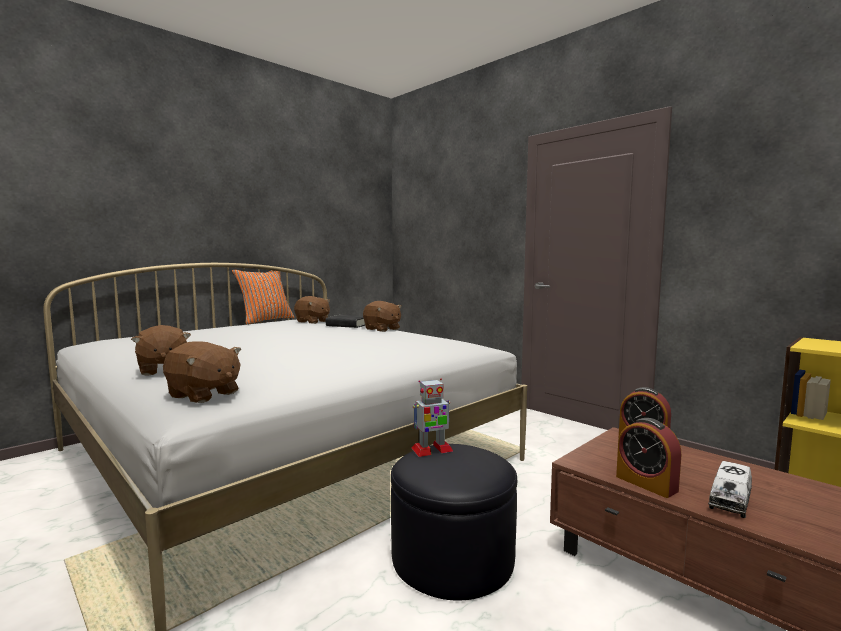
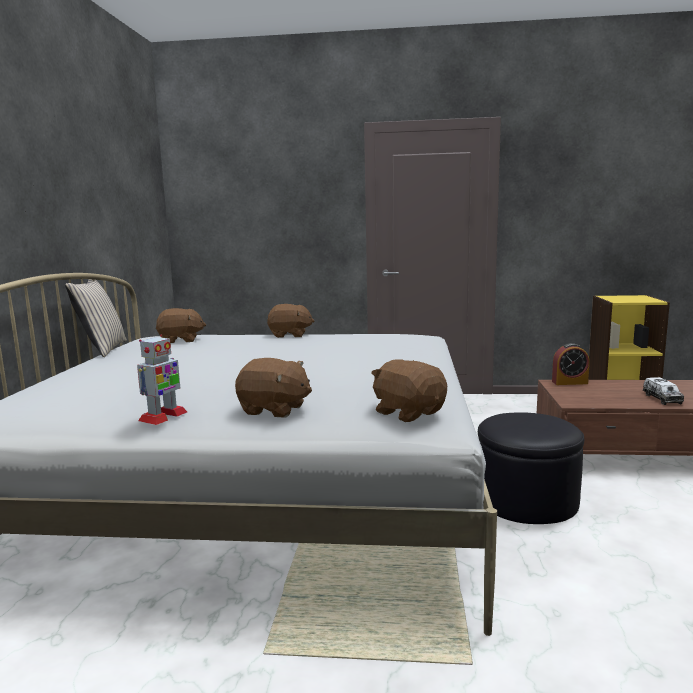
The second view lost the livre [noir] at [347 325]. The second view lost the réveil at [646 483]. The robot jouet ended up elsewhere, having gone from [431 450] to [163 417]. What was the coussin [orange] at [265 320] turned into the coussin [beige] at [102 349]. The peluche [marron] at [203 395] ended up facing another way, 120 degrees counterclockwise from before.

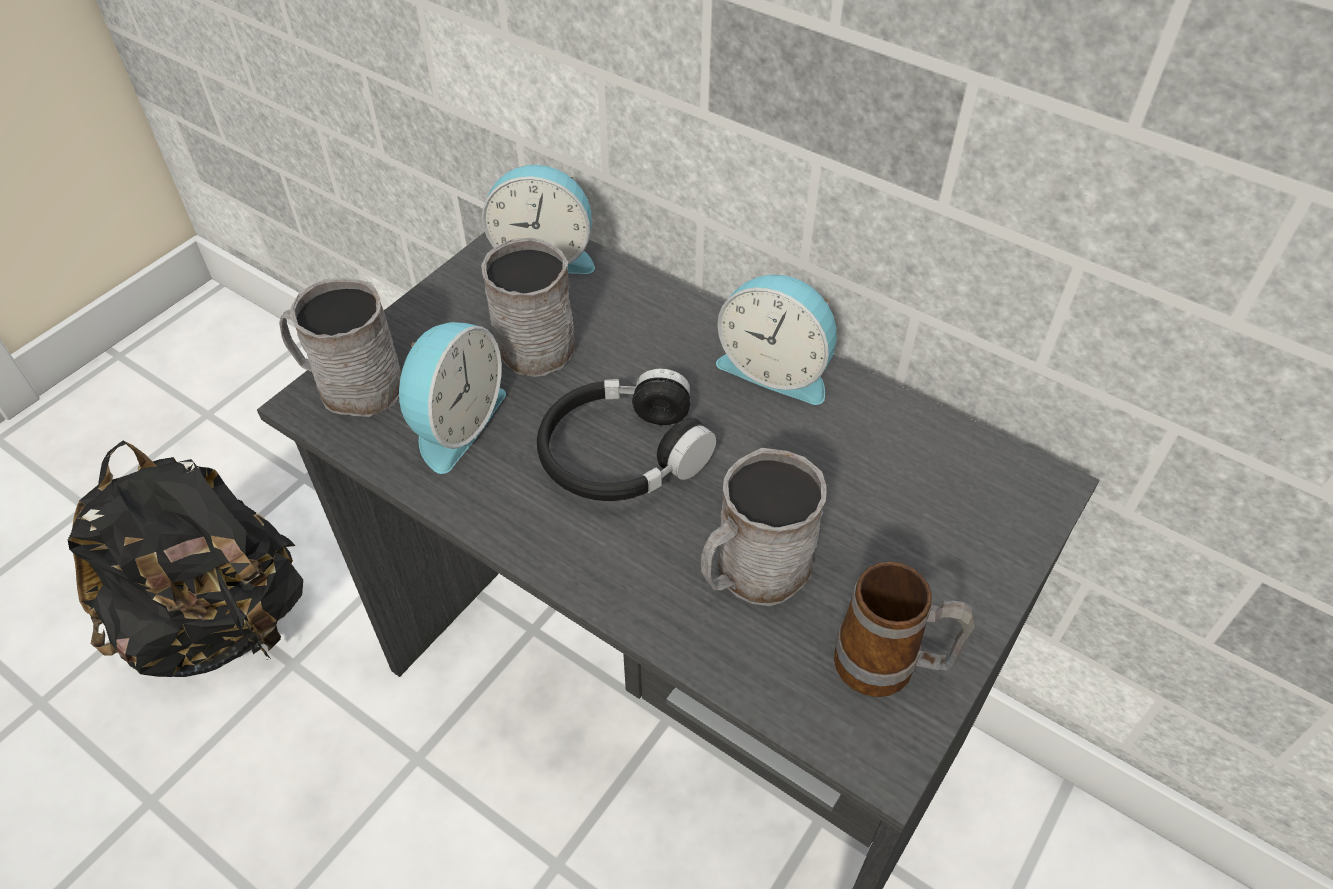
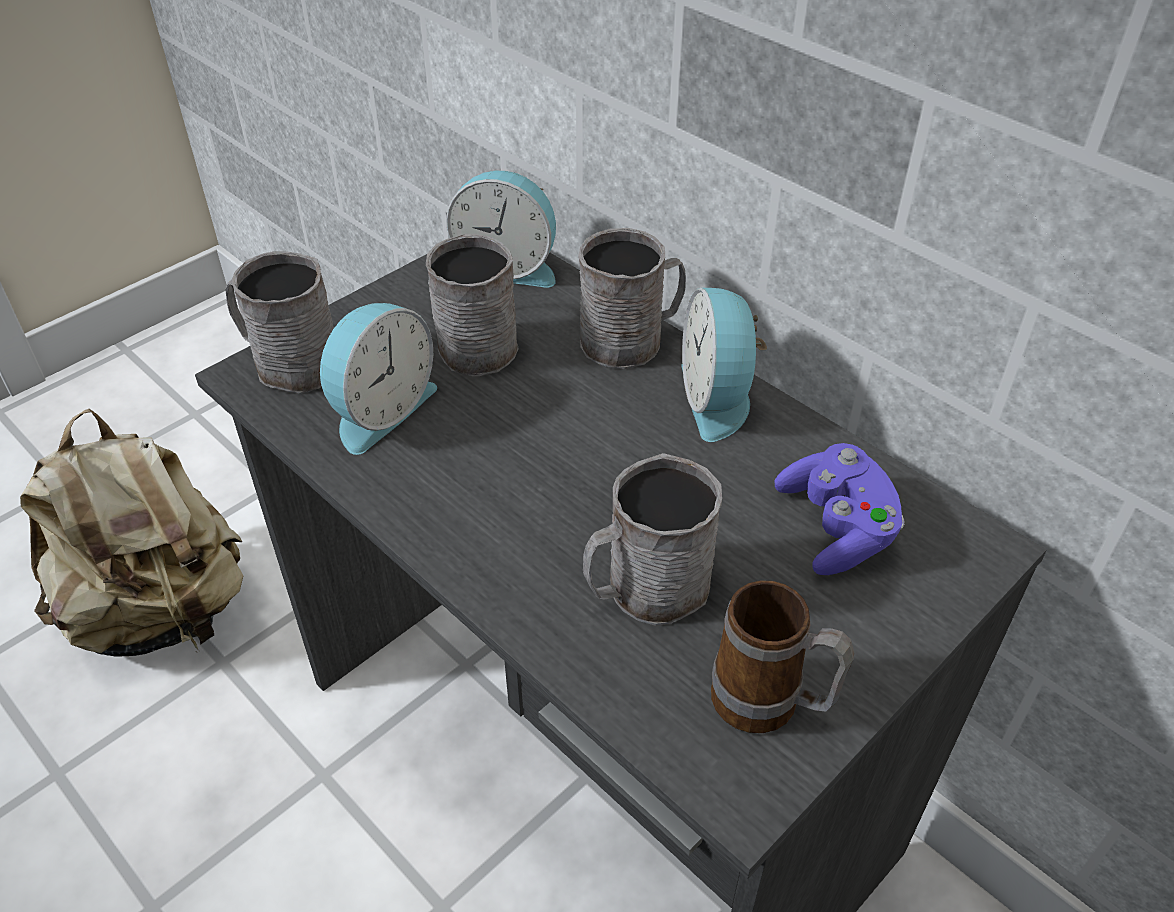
The second view lost the casque audio [noir] at [623 454]. The second view gained the mug [gris] at [631 339]. The second view gained the manette [violet] at [836 528]. What was the sac à dos [noir] at [219 623] turned into the sac à dos [beige] at [161 612]. The réveil at [776 369] ended up facing another way, 45 degrees clockwise from before.

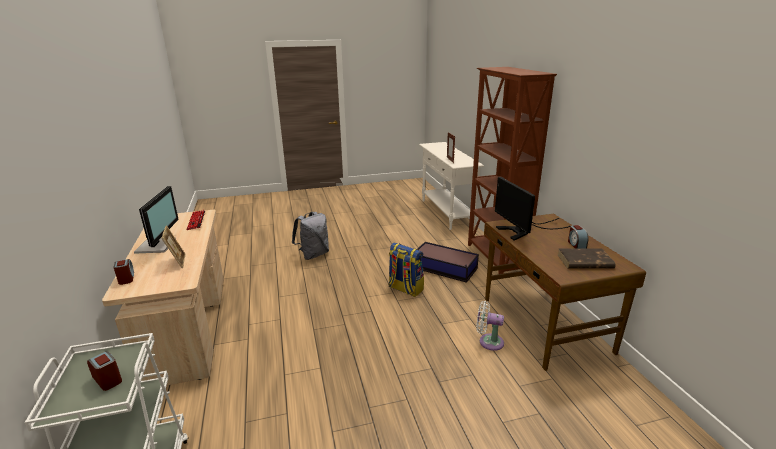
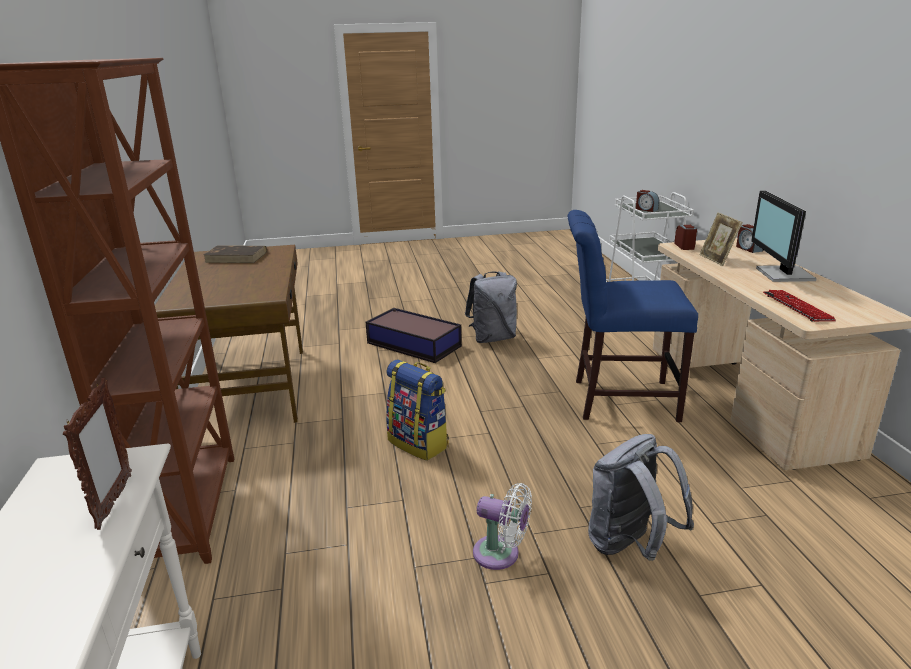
The second view lost the écran d'ordinateur at [522 231]. The second view gained the sac à dos [gris] at [492 338]. The second view gained the chaise [bleu] at [618 399]. The boîte de rangement ended up elsewhere, having gone from [445 268] to [413 344]. The ventilateur [blanc] ended up elsewhere, having gone from [488 341] to [501 554]. The réveil ended up elsewhere, having gone from [576 244] to [684 246].

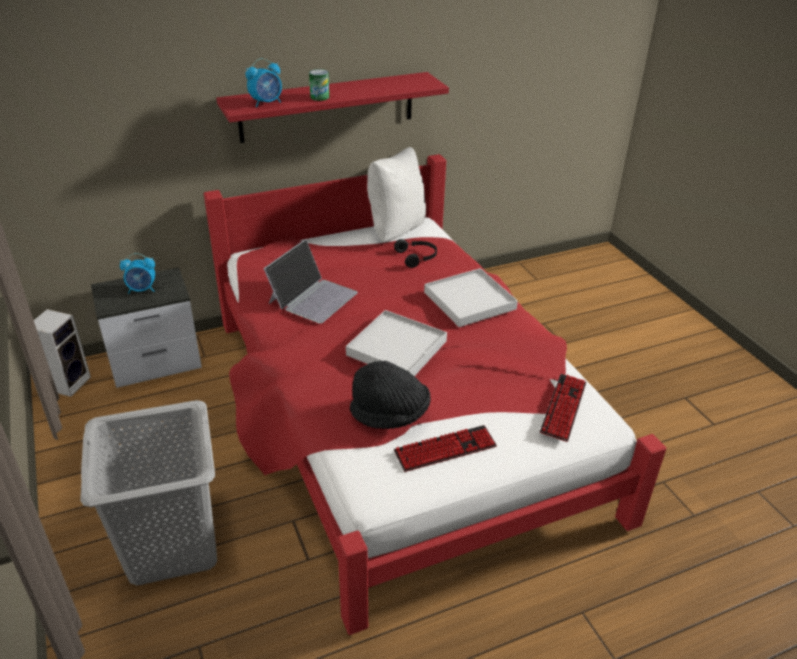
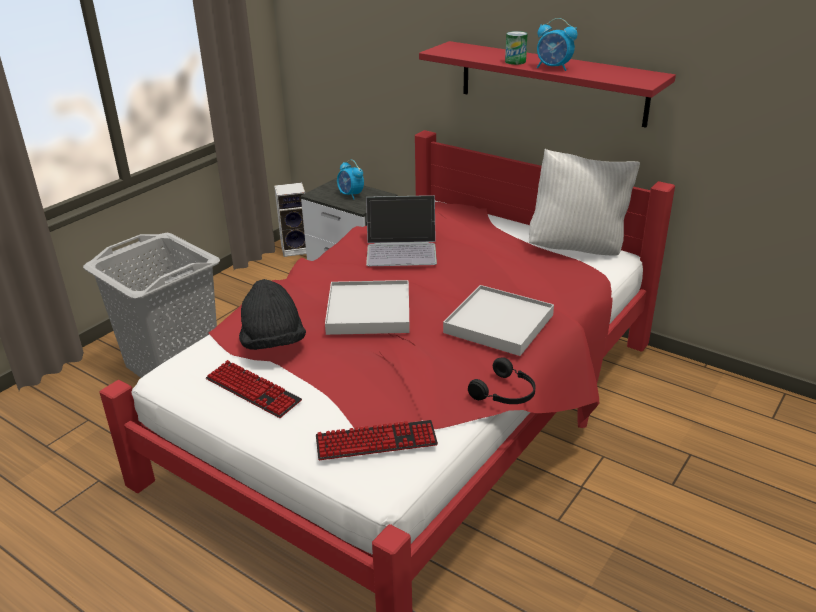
The réveil ended up elsewhere, having gone from [266 103] to [553 68]. The casque audio [noir] ended up elsewhere, having gone from [417 257] to [505 393].

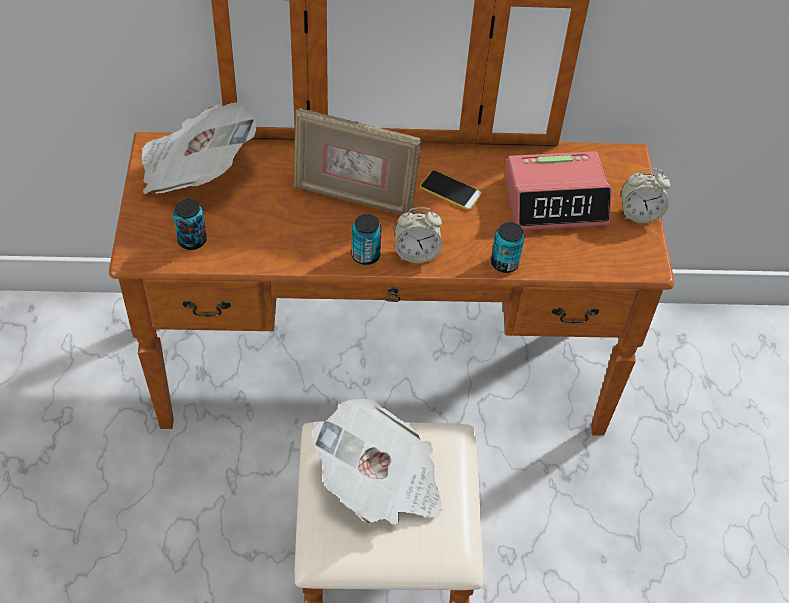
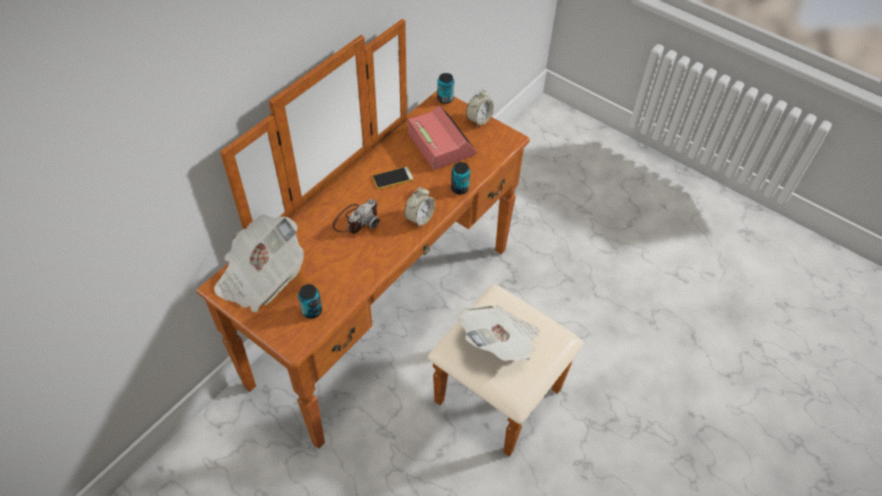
The boîte métallique ended up elsewhere, having gone from [365 255] to [445 99]. Where the cadre photo stood at [354 198], the appareil photo came to stand at [356 220]. The réveil at [556 201] ended up facing another way, 60 degrees counterclockwise from before.

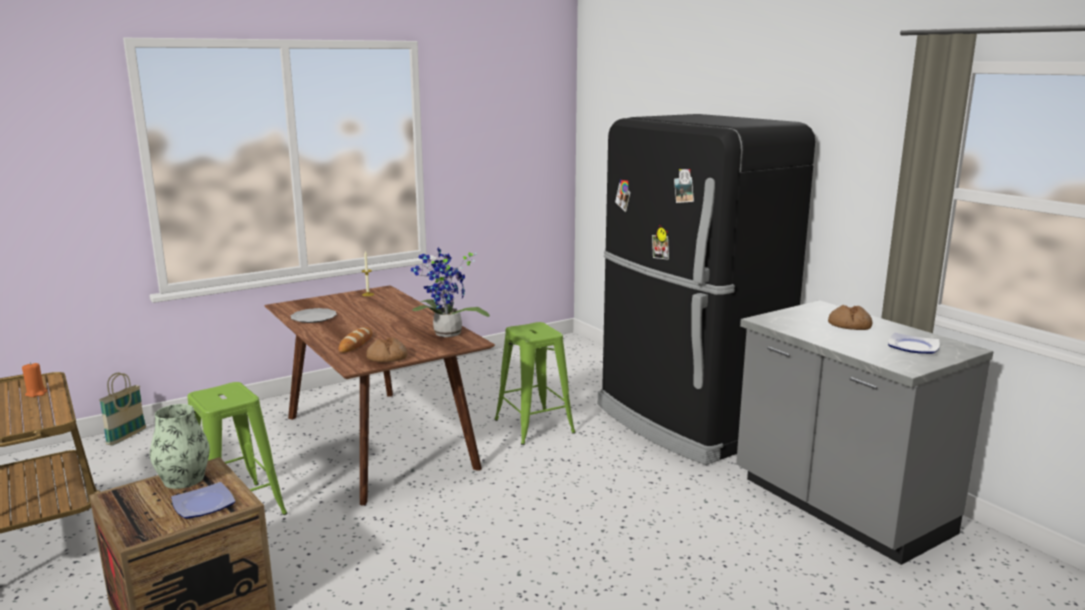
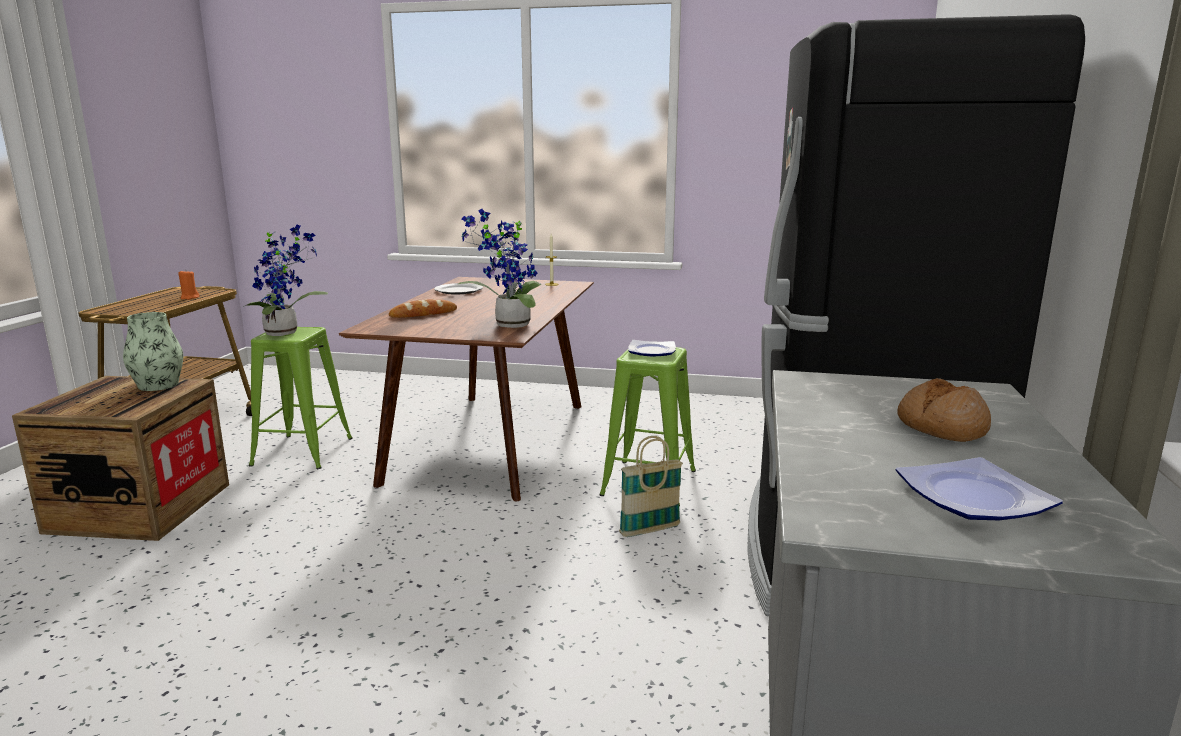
The second view lost the pain at [387 358]. The second view gained the plante en pot at [286 332]. The panier ended up elsewhere, having gone from [126 437] to [650 530]. The assiette ended up elsewhere, having gone from [204 504] to [652 351].

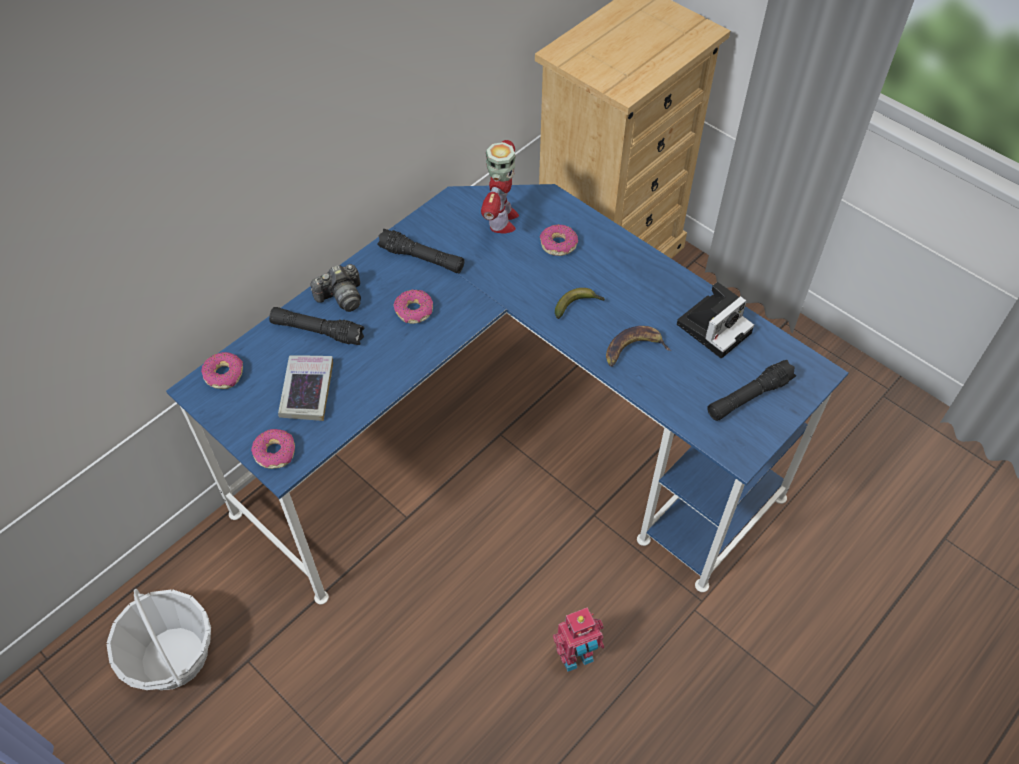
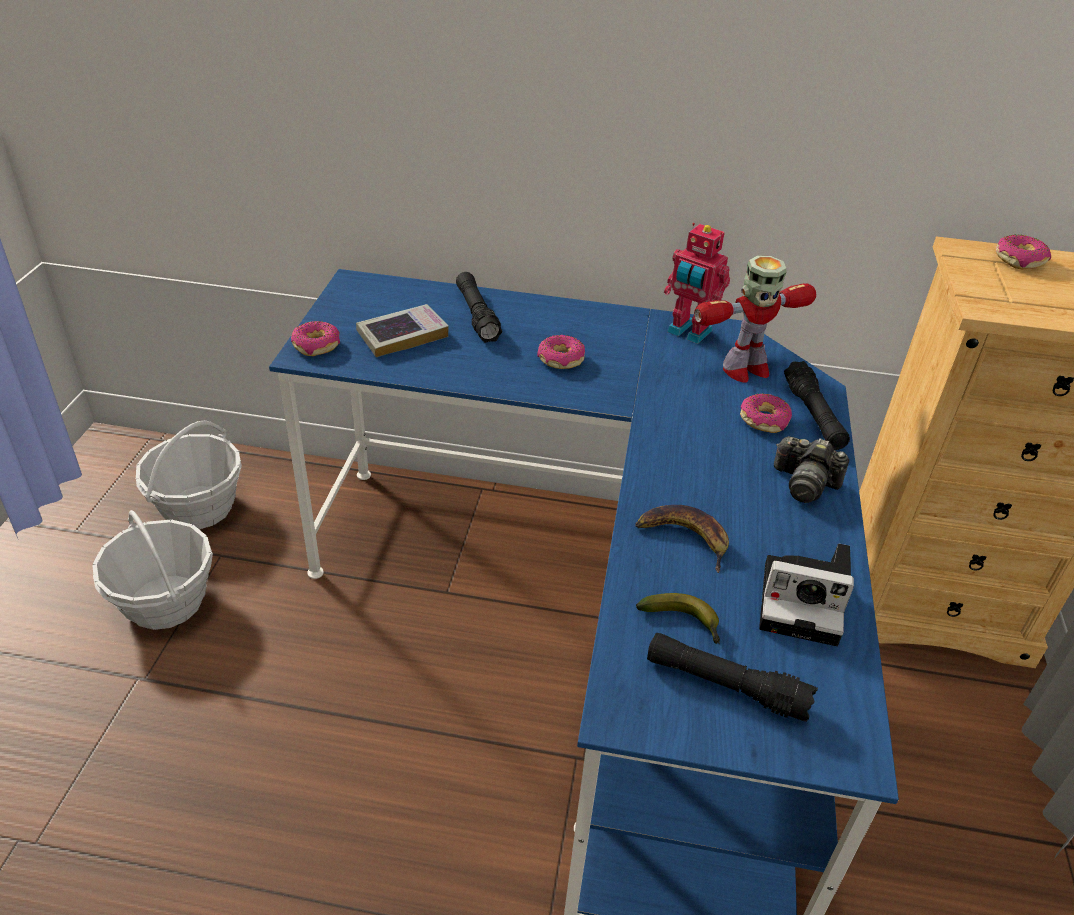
The second view gained the panier at [165 602]. The beignet ended up elsewhere, having gone from [224 374] to [1019 260]. The appareil photo ended up elsewhere, having gone from [341 297] to [804 483]. The lampe de poche [noir] ended up elsewhere, having gone from [422 258] to [813 415]. The robot jouet ended up elsewhere, having gone from [576 657] to [688 333]. The banane ended up elsewhere, having gone from [578 306] to [684 623].

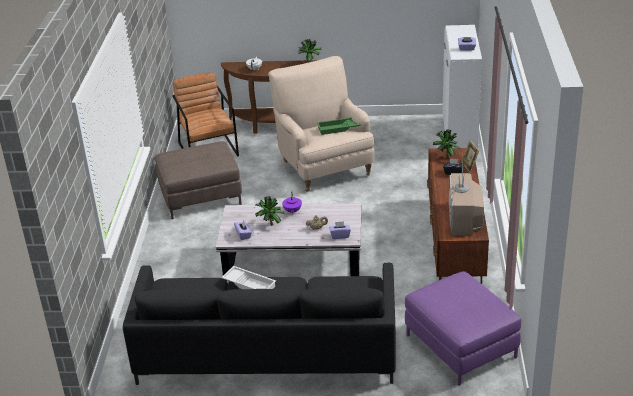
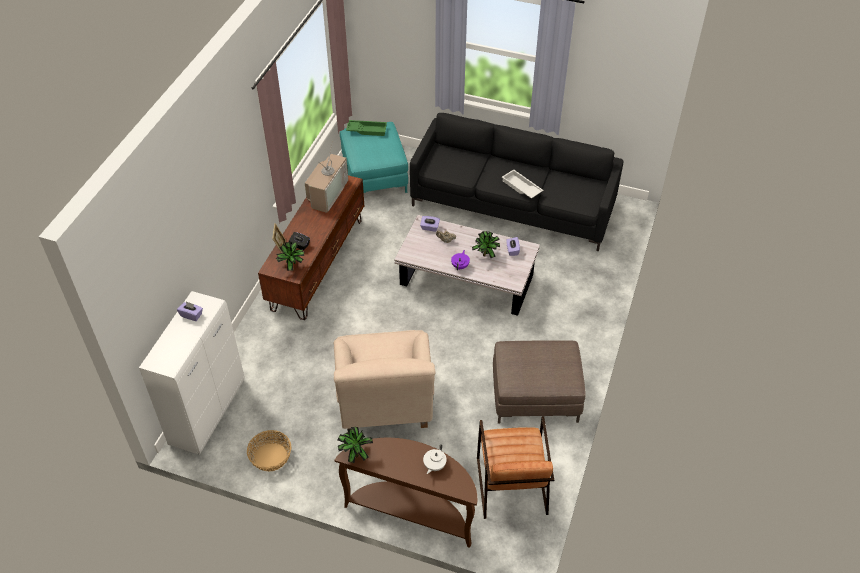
The second view gained the panier at [271 457]. The plateau [vert] ended up elsewhere, having gone from [338 128] to [367 130]. What was the pouf [violet] at [461 346] turned into the pouf [turquoise] at [374 175].

